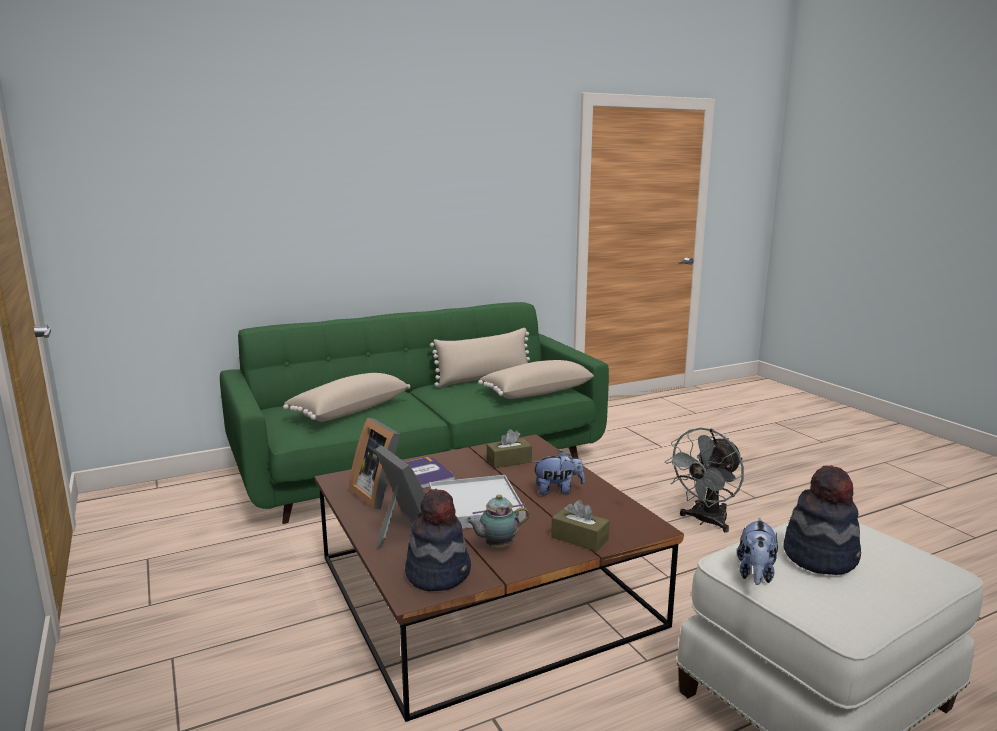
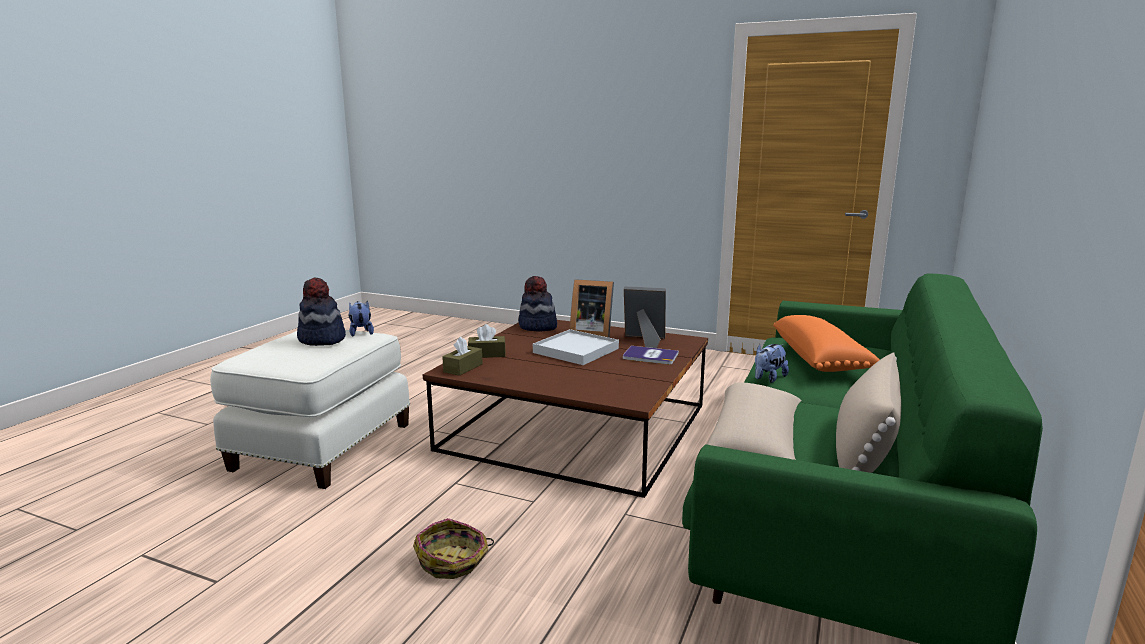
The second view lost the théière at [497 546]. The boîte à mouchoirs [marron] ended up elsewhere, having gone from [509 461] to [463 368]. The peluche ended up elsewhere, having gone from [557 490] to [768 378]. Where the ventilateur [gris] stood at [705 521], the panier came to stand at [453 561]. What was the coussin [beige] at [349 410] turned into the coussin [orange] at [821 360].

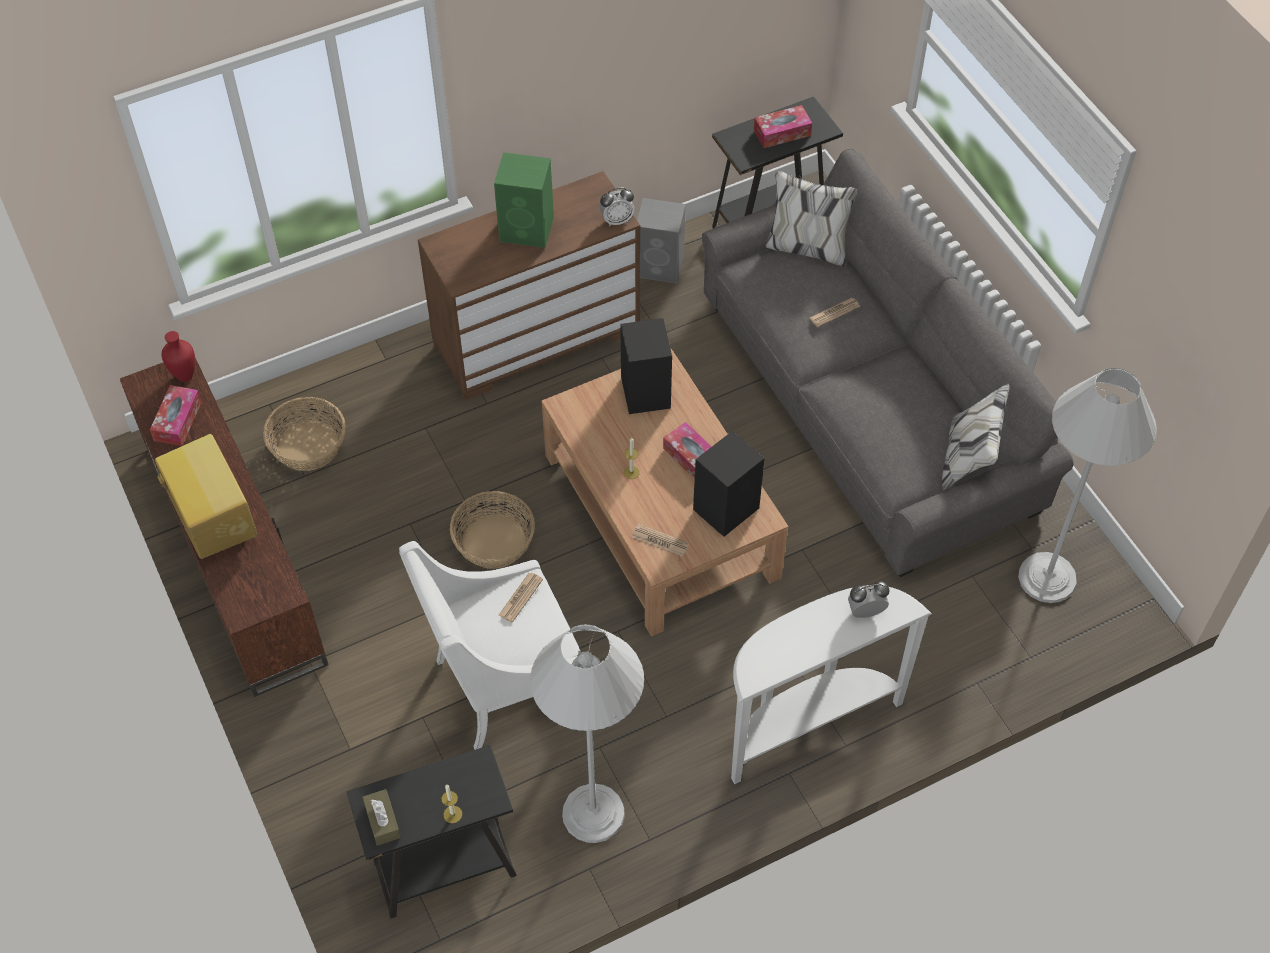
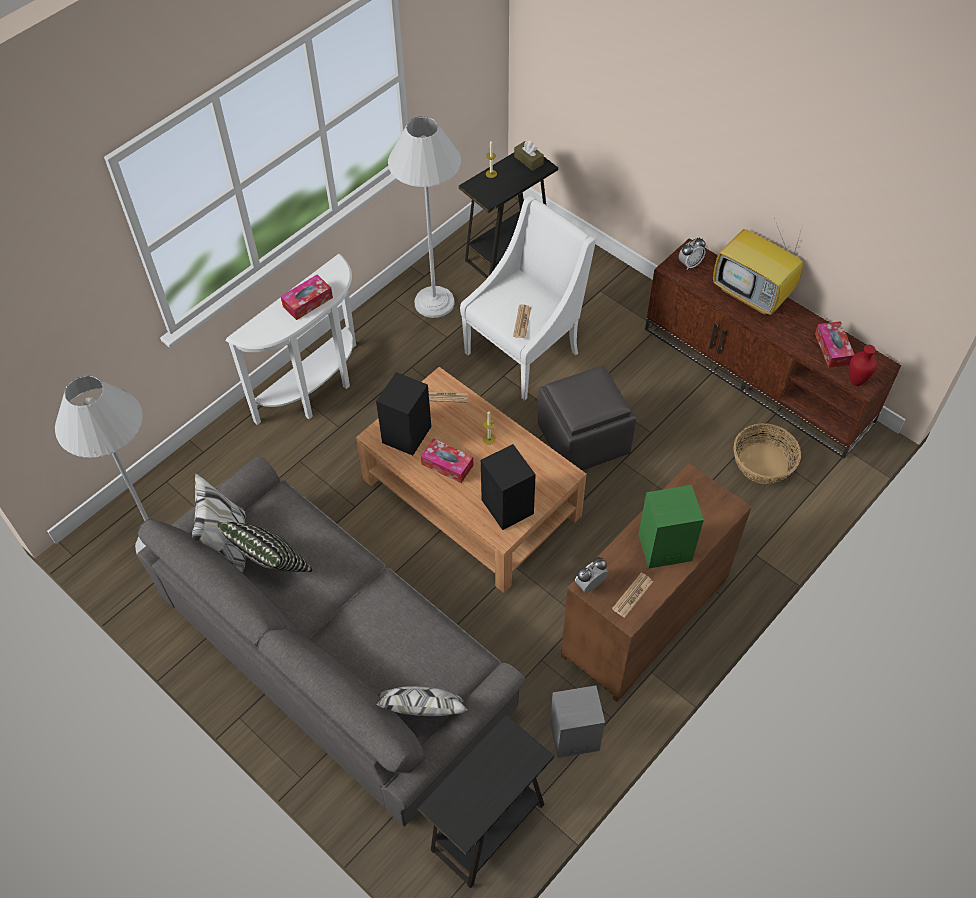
The second view gained the coussin at [271 565]. The boîte à mouchoirs ended up elsewhere, having gone from [782 133] to [307 302]. The journal ended up elsewhere, having gone from [834 312] to [632 595]. The réveil ended up elsewhere, having gone from [866 612] to [690 264]. Where the panier stood at [493 542], the pouf [gris] came to stand at [583 438].

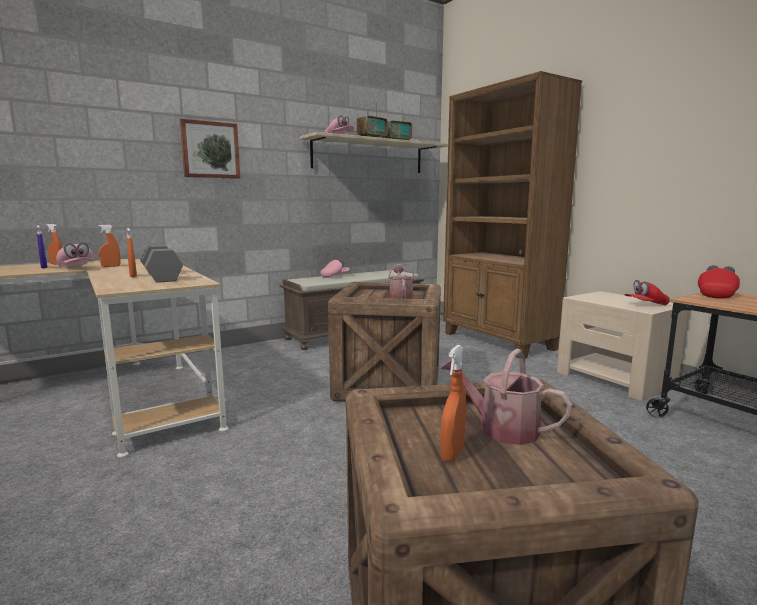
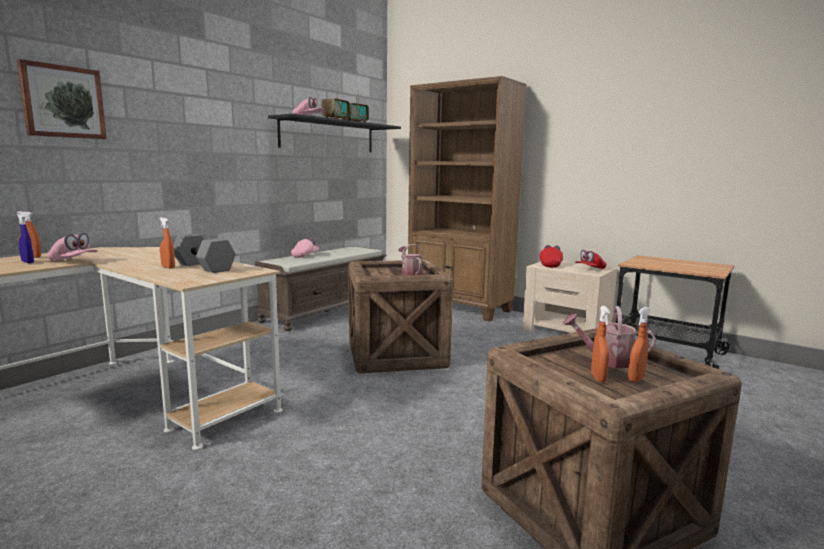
The vaporisateur [orange] ended up elsewhere, having gone from [111 266] to [636 379]. The tableau ended up elsewhere, having gone from [210 150] to [63 102]. The casquette [rouge] ended up elsewhere, having gone from [716 295] to [550 265]. What was the étagère [beige] at [369 156] turned into the étagère [noir] at [328 136].

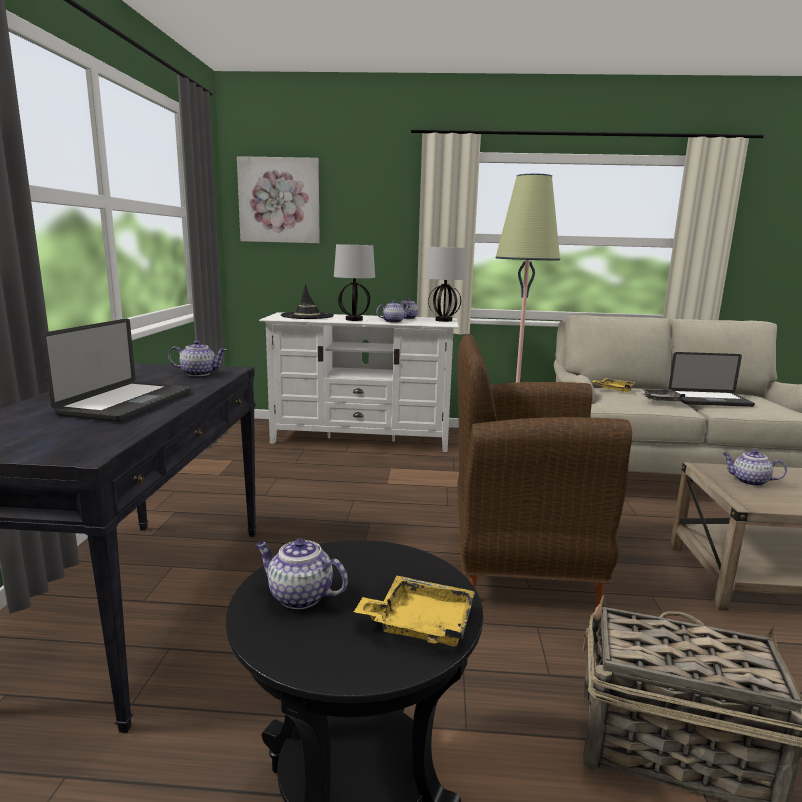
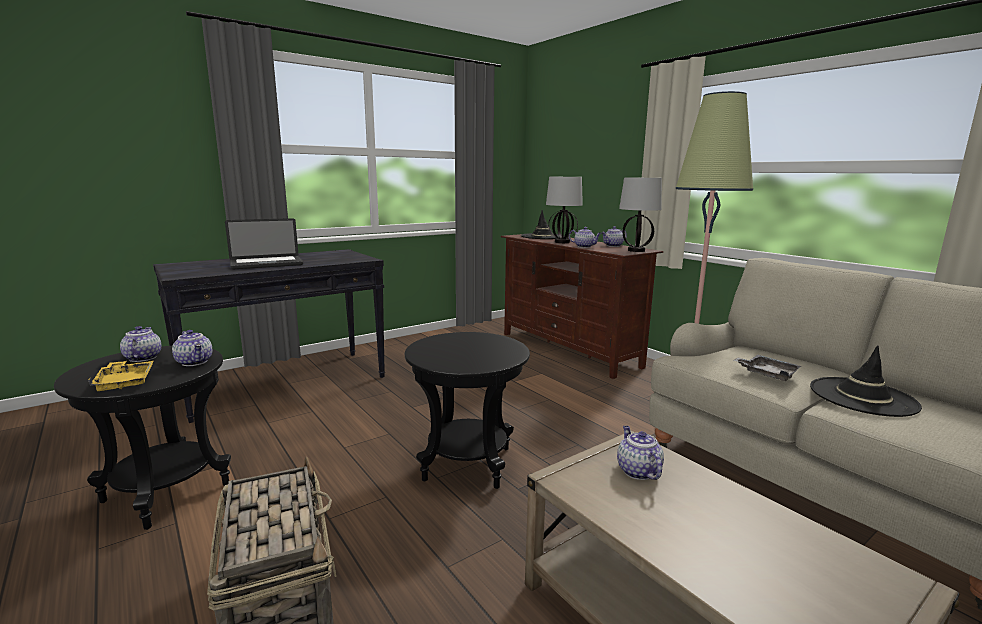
The second view lost the tableau at [279 200]. The second view lost the plateau [jaune] at [614 389]. The théière ended up elsewhere, having gone from [199 373] to [195 362]. Where the fauteuil [marron] stood at [520 565], the table d'appoint [noir] came to stand at [467 464]. Where the ordinateur portable stood at [709 400], the chapeau [noir] came to stand at [862 397]. What was the meuble télé [blanc] at [361 439] turned into the meuble télé [marron] at [569 349].

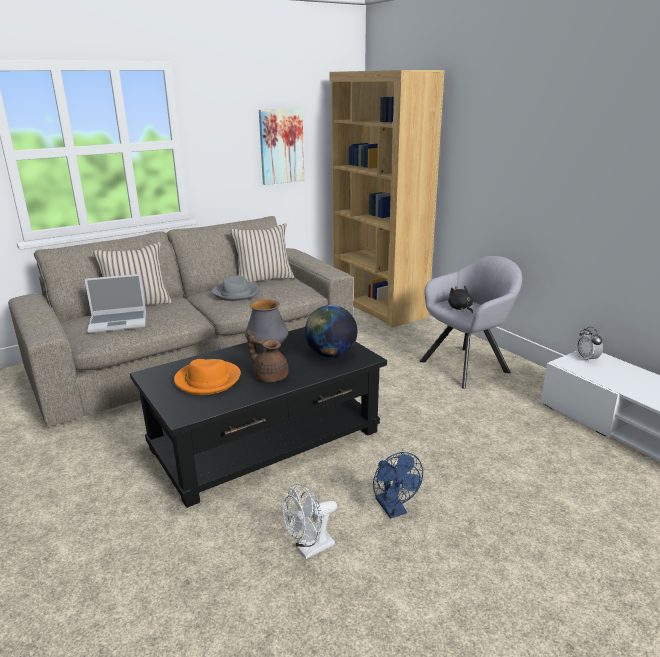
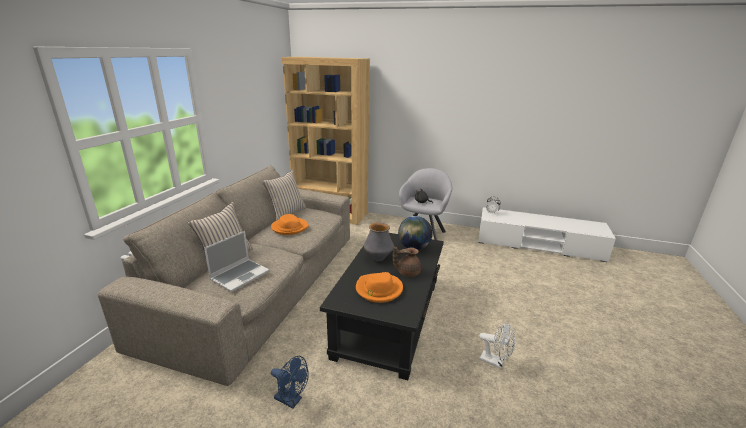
The second view lost the tableau at [281 146]. The ventilateur [bleu] ended up elsewhere, having gone from [394 510] to [291 400]. What was the chapeau [gris] at [236 293] turned into the chapeau [orange] at [289 227]. The ventilateur [blanc] at [310 549] ended up facing another way, 75 degrees counterclockwise from before.

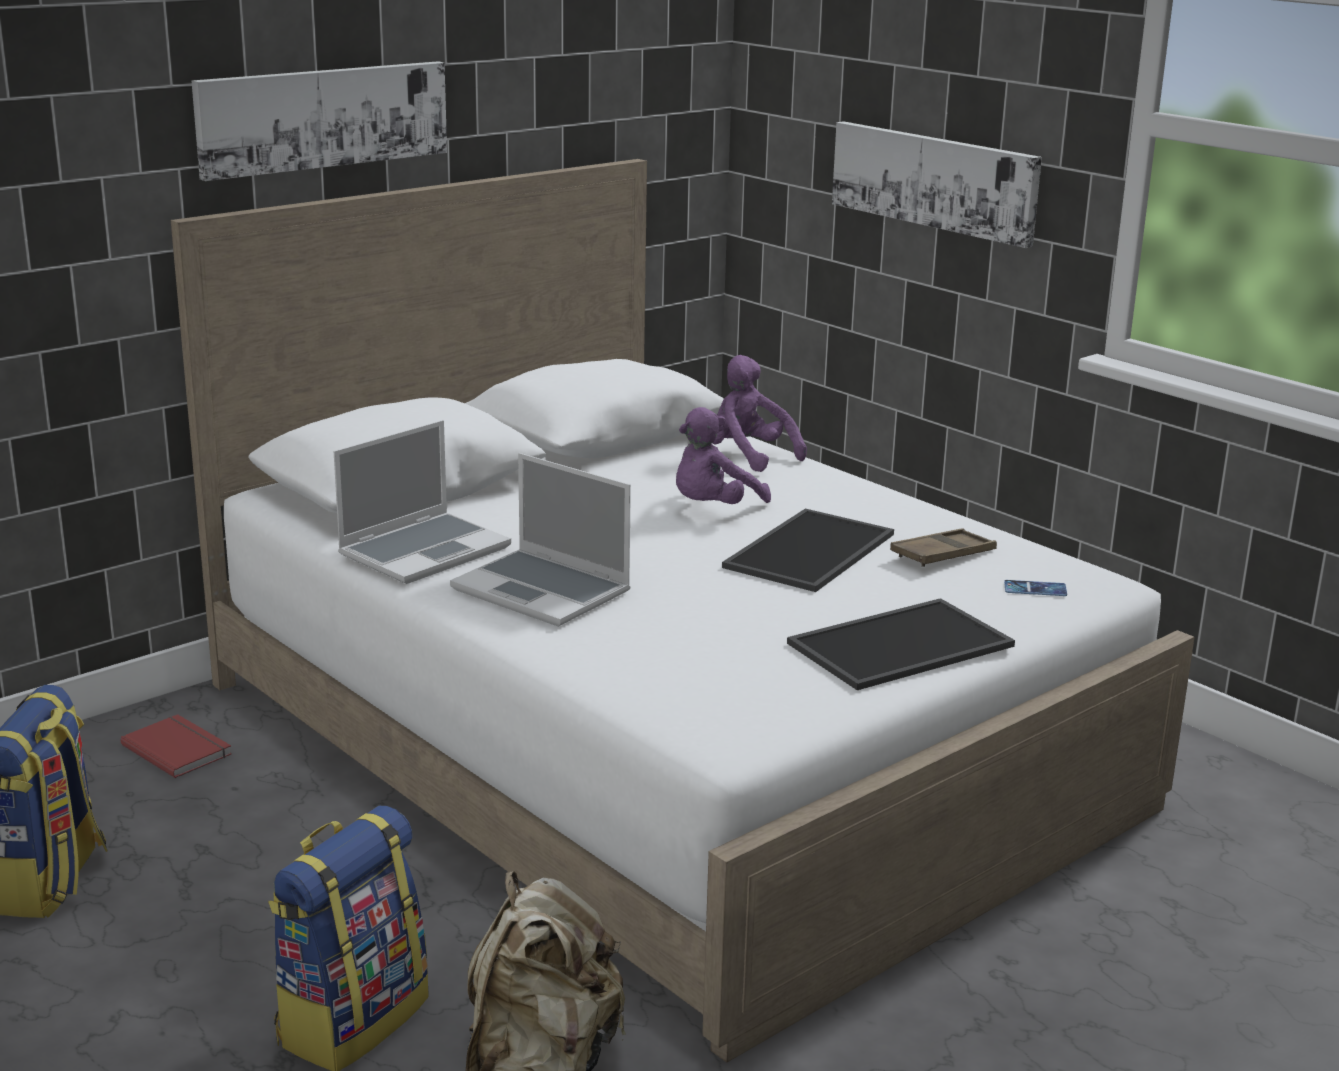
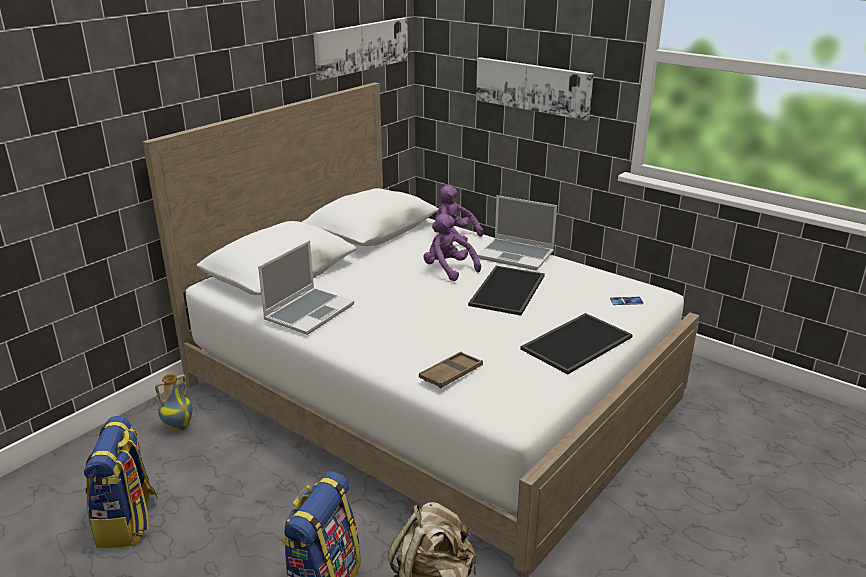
The tableau ended up elsewhere, having gone from [323 117] to [361 47]. The ordinateur portable ended up elsewhere, having gone from [544 591] to [517 255]. The plateau [marron] ended up elsewhere, having gone from [943 555] to [451 374]. Where the livre [rouge] stood at [179 748], the vase came to stand at [178 426]. The peluche [violet] at [713 508] ended up facing another way, 105 degrees clockwise from before.

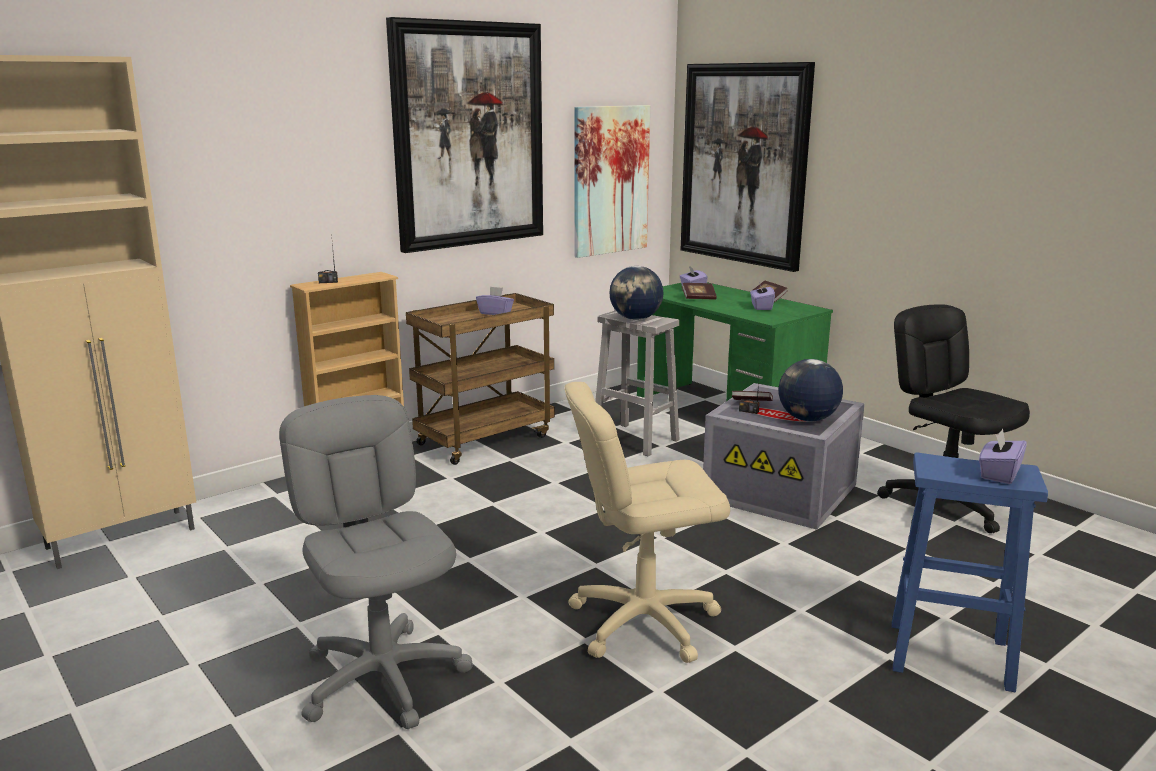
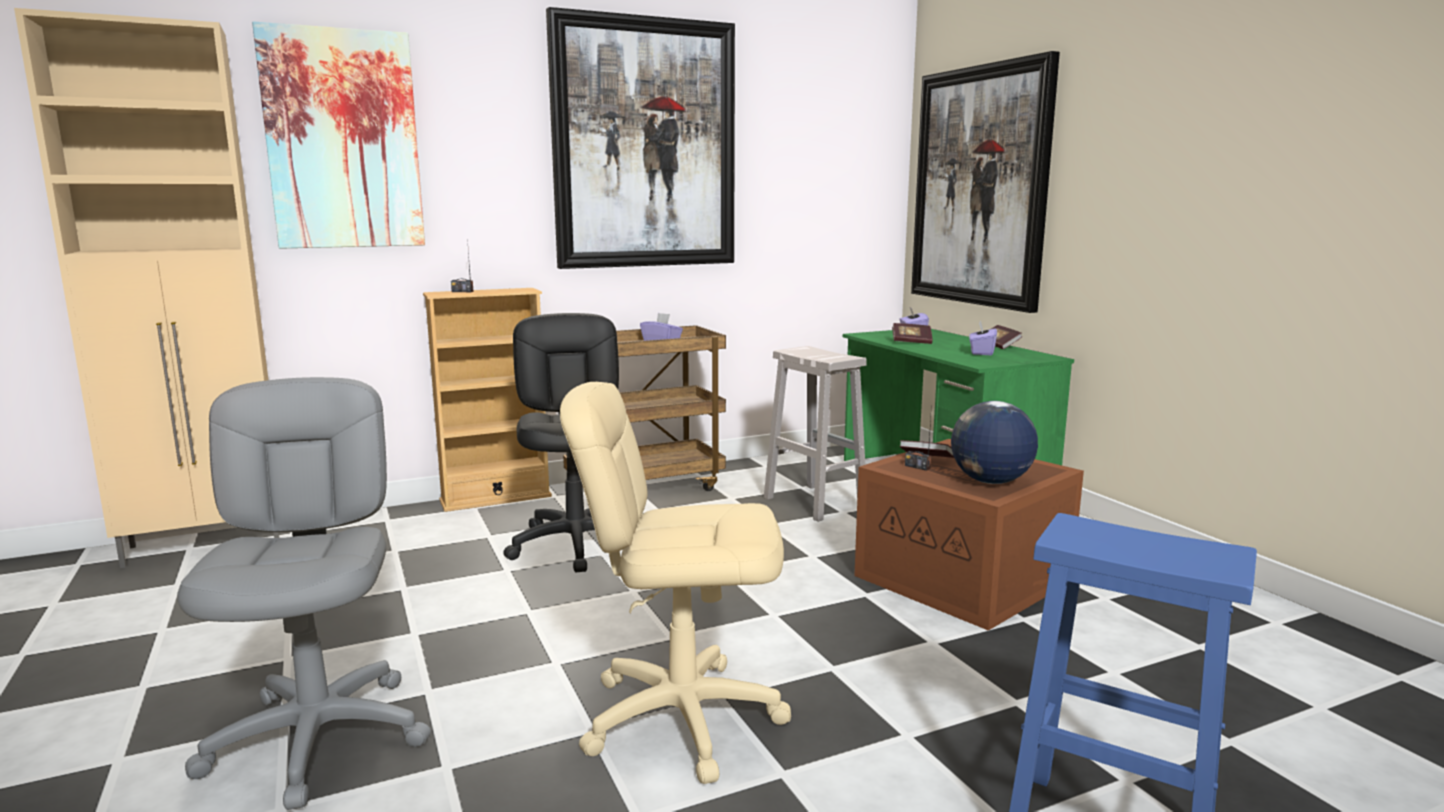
The second view lost the globe at [636 319]. The second view lost the boîte à mouchoirs [violet] at [999 474]. The tableau ended up elsewhere, having gone from [610 180] to [343 140]. The chaise de bureau [noir] ended up elsewhere, having gone from [943 507] to [577 544]. What was the boîte de rangement [gris] at [782 491] turned into the boîte de rangement [marron] at [966 578].

